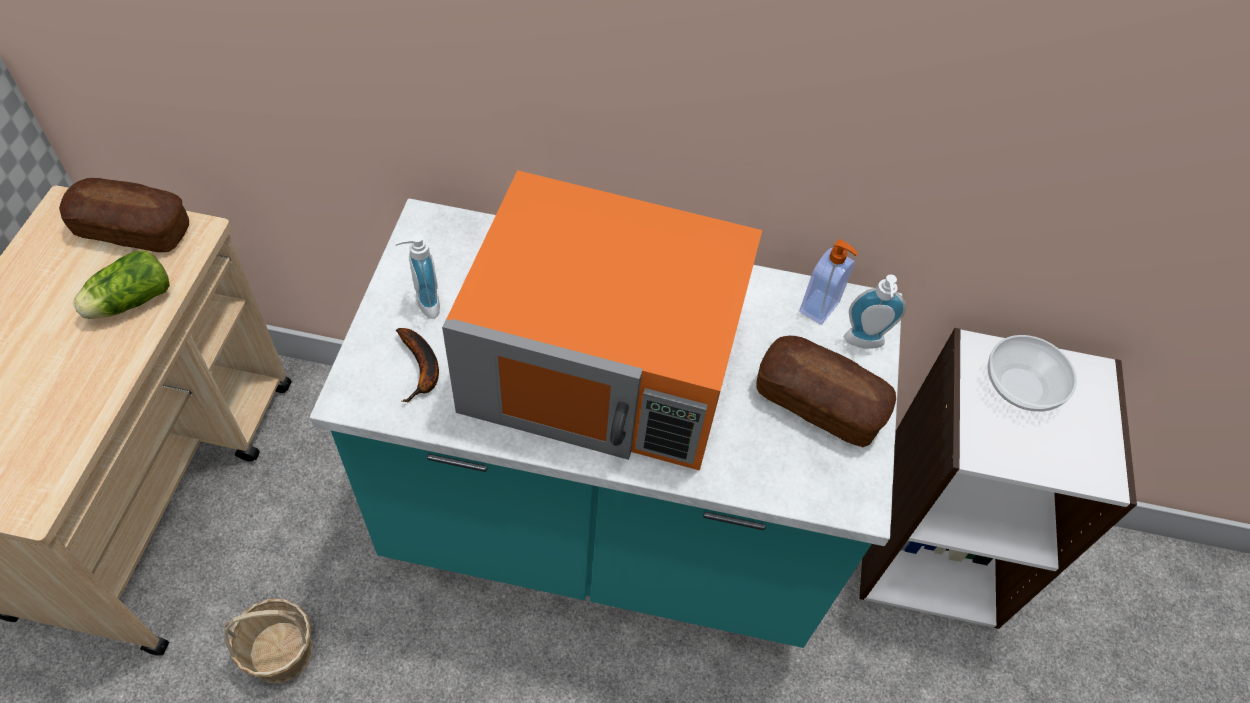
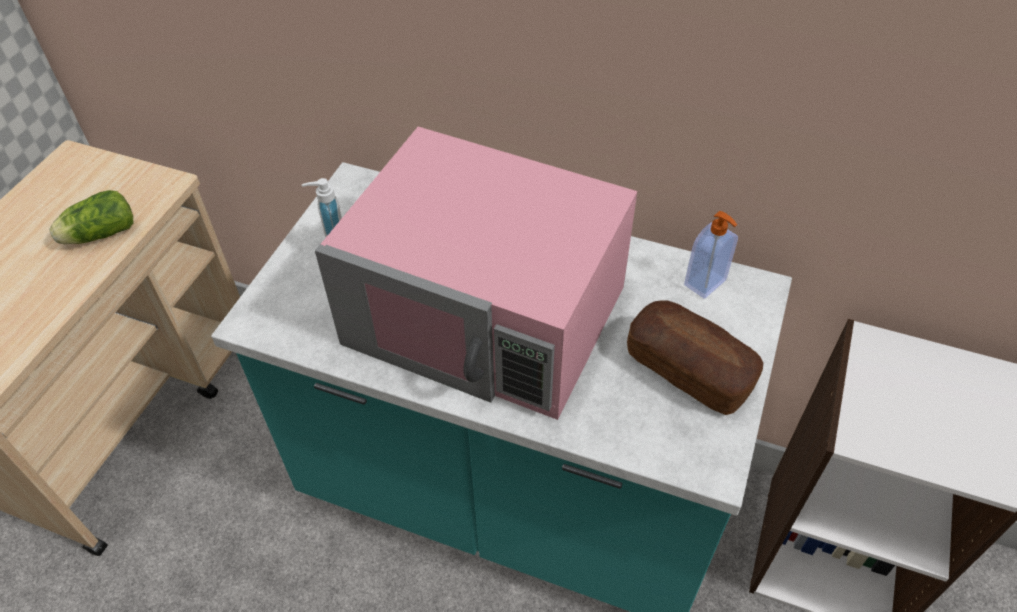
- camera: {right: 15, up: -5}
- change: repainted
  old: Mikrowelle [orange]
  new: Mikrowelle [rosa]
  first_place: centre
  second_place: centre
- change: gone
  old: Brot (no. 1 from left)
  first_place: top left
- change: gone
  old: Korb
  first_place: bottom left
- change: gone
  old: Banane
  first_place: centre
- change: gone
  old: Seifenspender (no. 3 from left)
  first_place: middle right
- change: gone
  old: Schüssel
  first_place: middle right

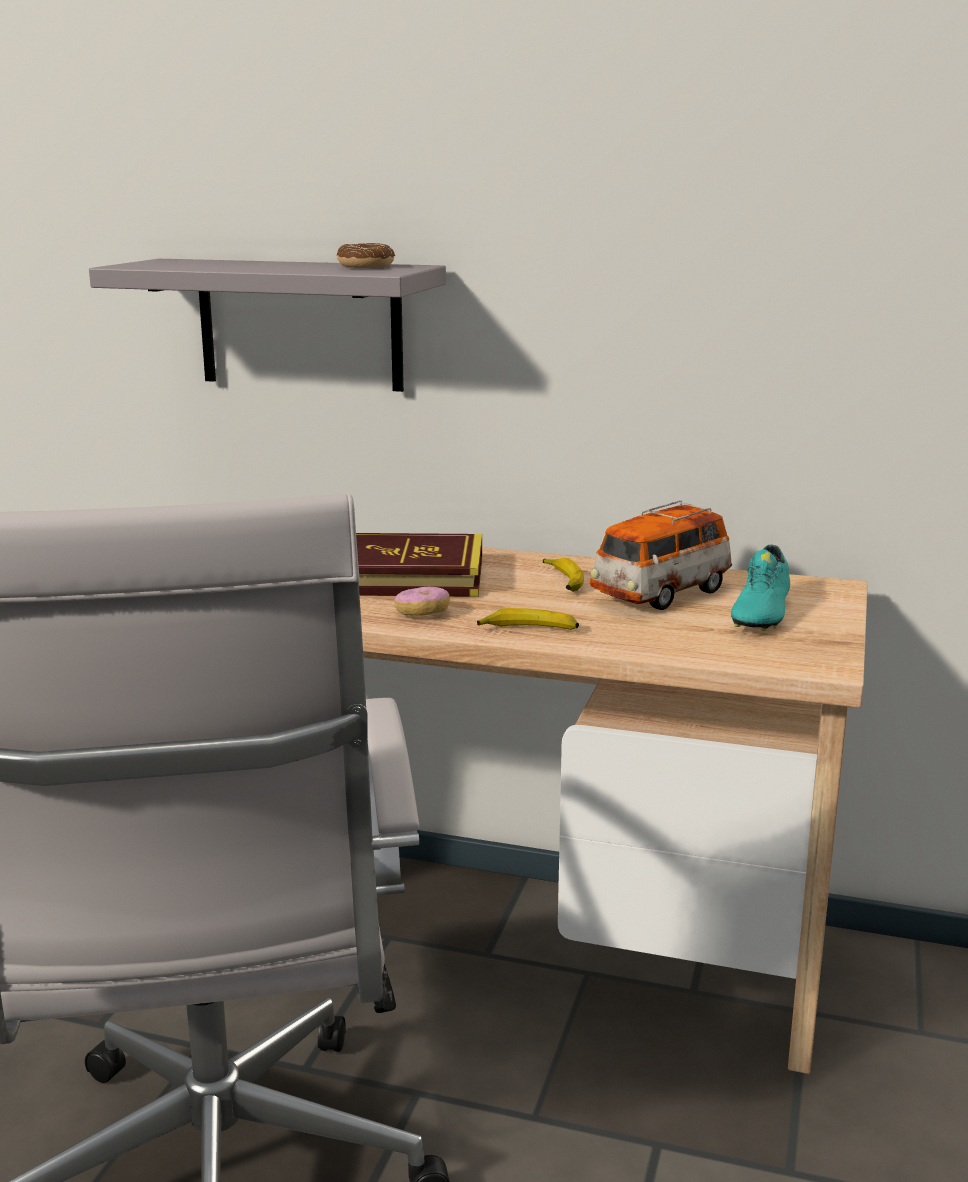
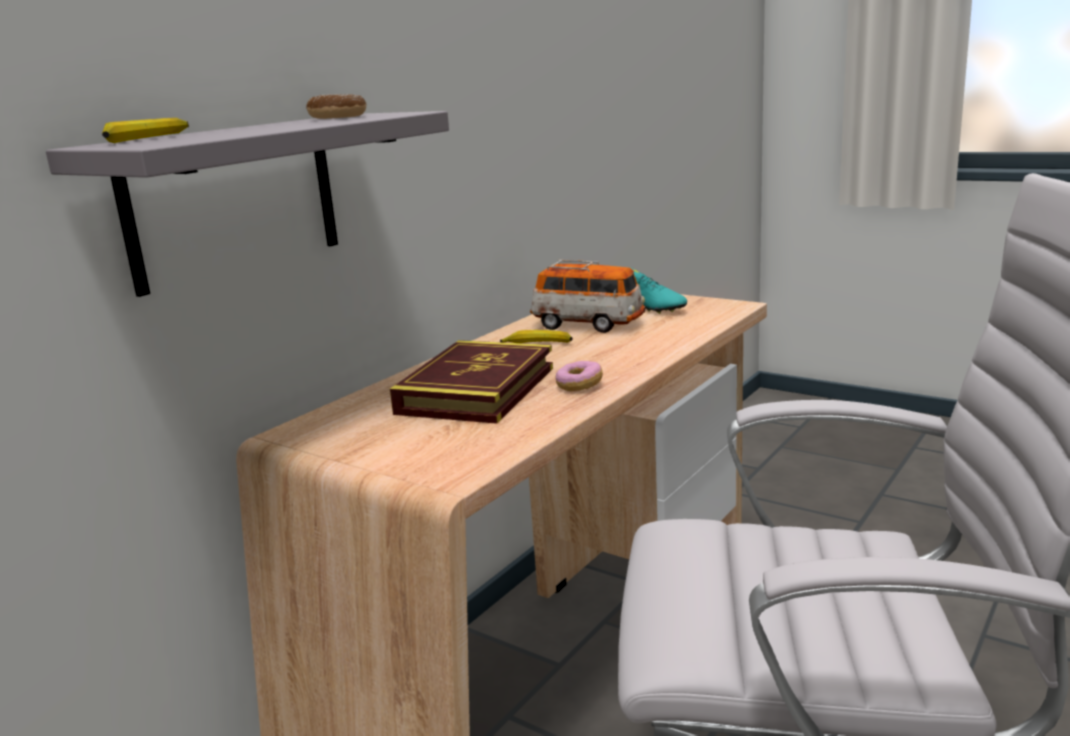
- camera: {right: -70, up: 0}
- change: shifted
  old: Banane (no. 1 from left)
  first_place: centre
  second_place: top left
- change: rotated
  old: Spielzeugauto
  first_place: middle right
  second_place: centre
  degrees: -45

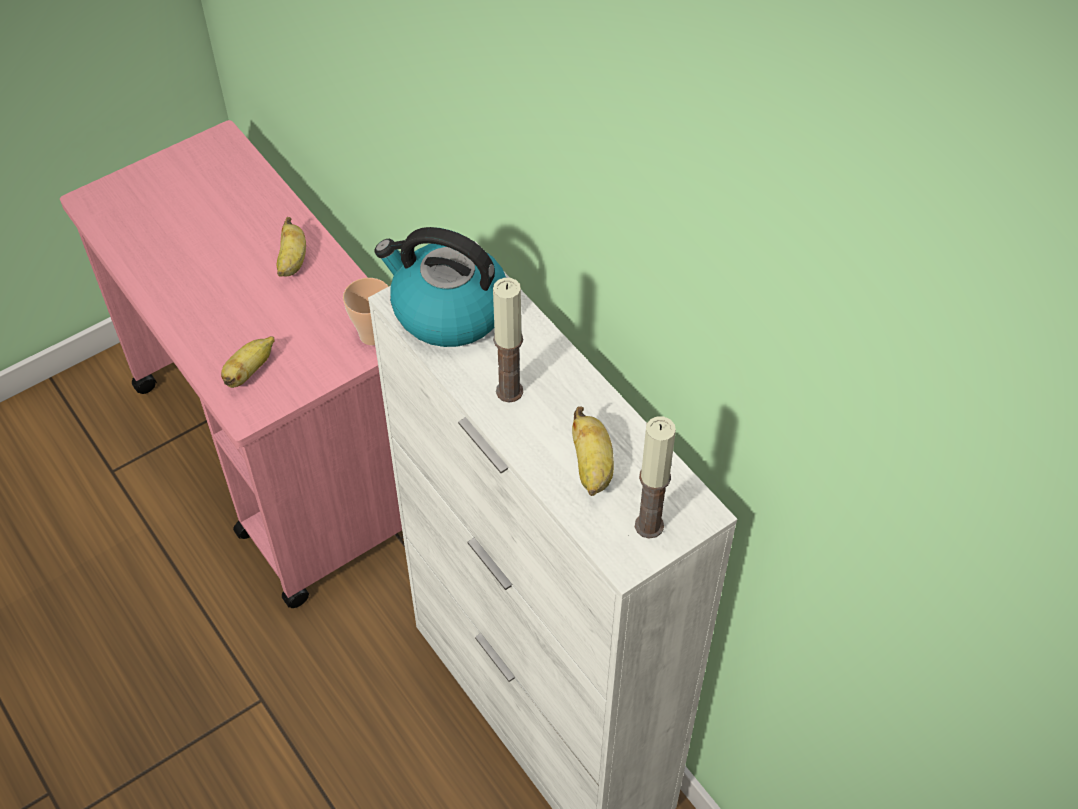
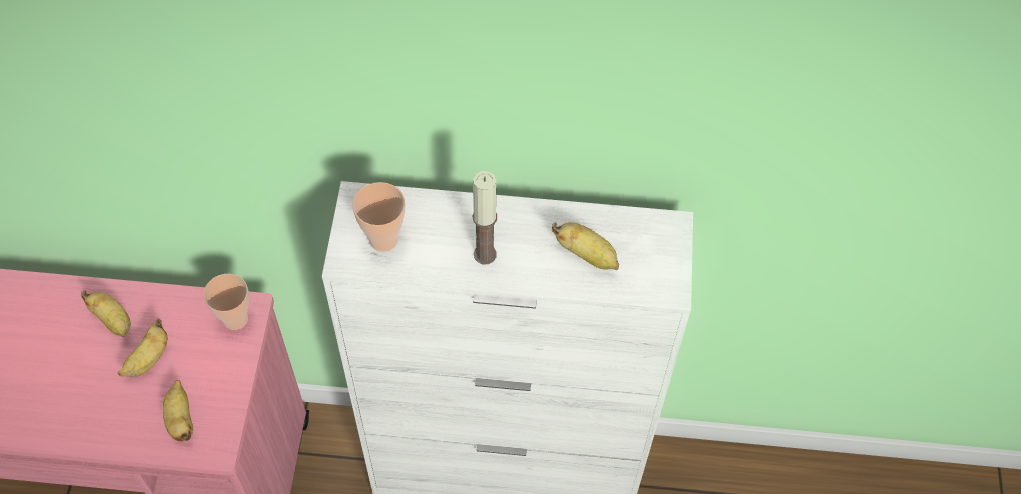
- camera: {right: -50, up: 5}
- change: new
  new: Banane (no. 2 from left)
  second_place: bottom left
- change: swapped
  old: Wasserkessel
  new: Tasse (no. 2 from left)
  first_place: centre
  second_place: centre
- change: gone
  old: Kerze (no. 2 from left)
  first_place: centre

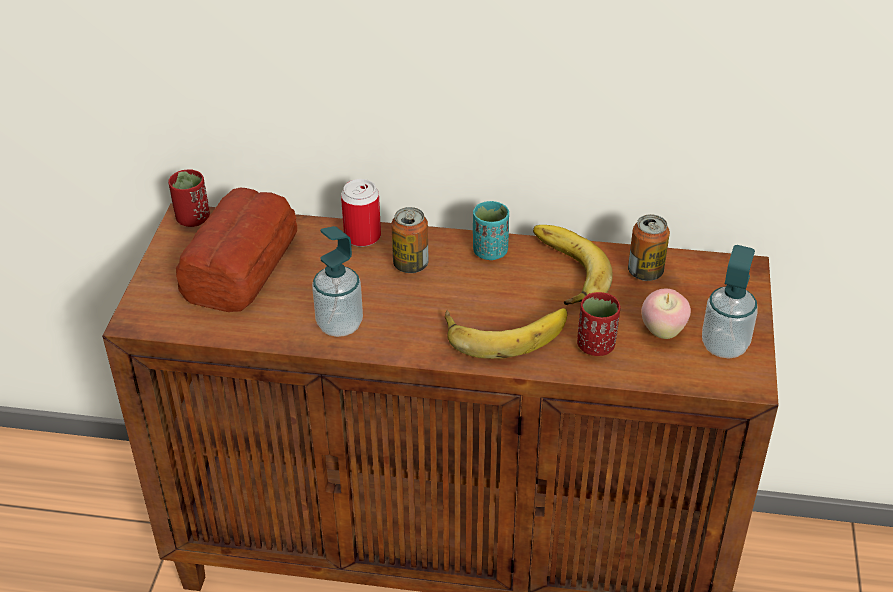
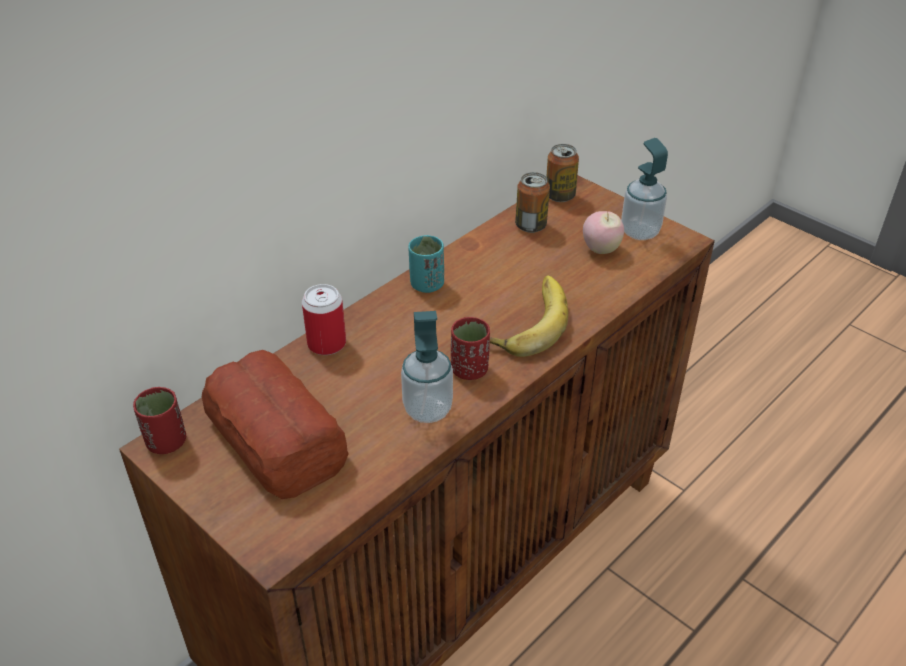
- camera: {right: -55, up: 0}
- change: shifted
  old: Tasse [rot] (no. 2 from left)
  first_place: middle right
  second_place: centre
- change: shifted
  old: Dose (no. 2 from left in the first image)
  new: Dose (no. 3 from left)
  first_place: centre
  second_place: top centre
- change: gone
  old: Banane (no. 2 from left)
  first_place: centre

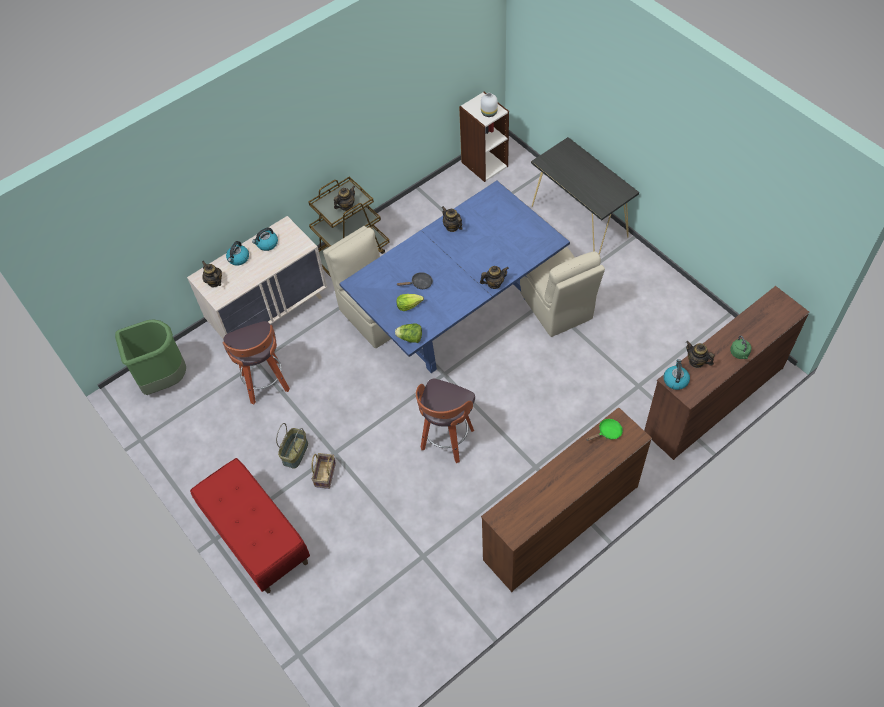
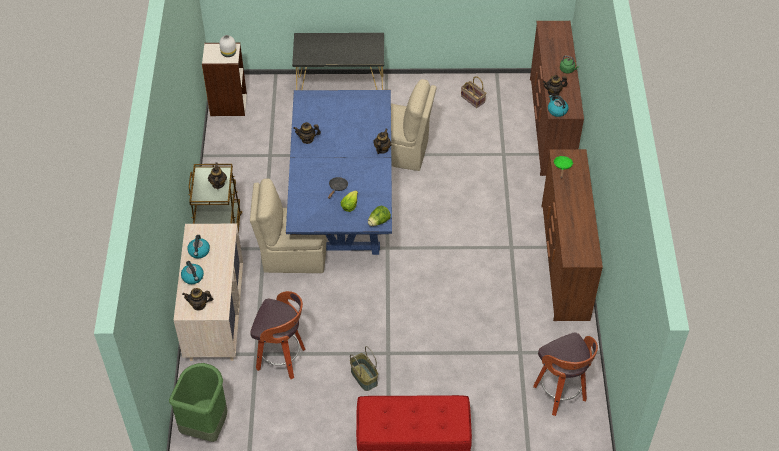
- camera: {right: -55, up: -5}
- change: shifted
  old: Korb (no. 2 from left)
  first_place: centre
  second_place: top centre
- change: shifted
  old: Hocker (no. 2 from left)
  first_place: centre
  second_place: bottom right

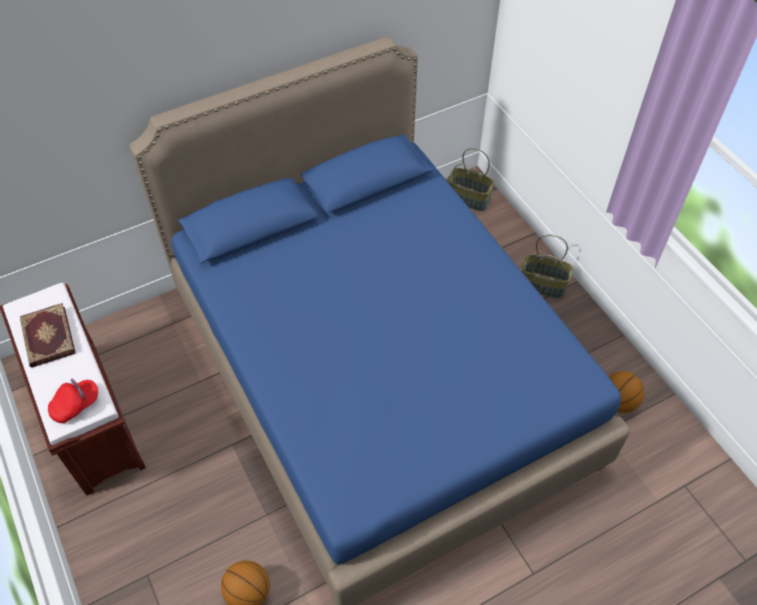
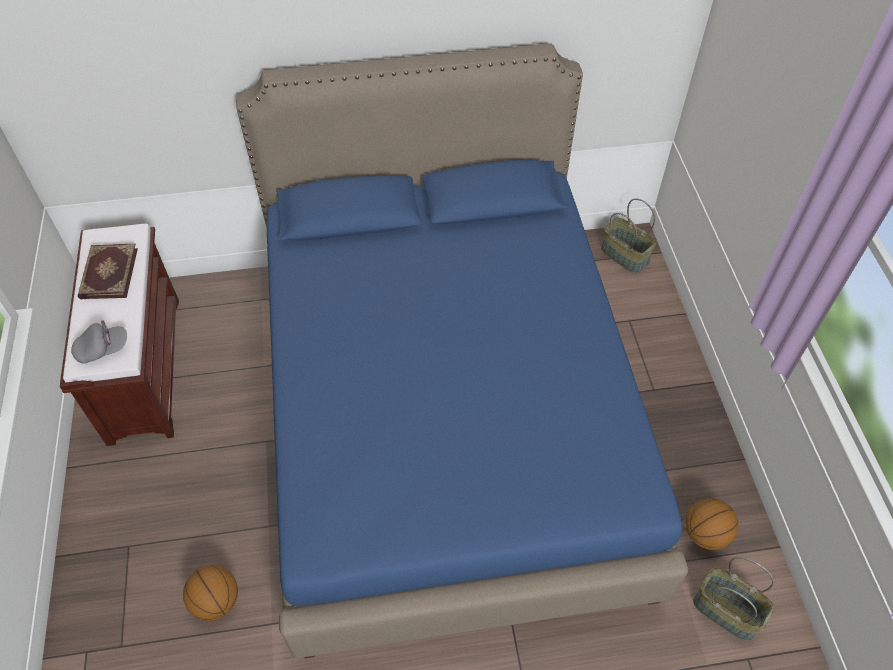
- camera: {right: 20, up: 0}
- change: repainted
  old: Kappe [rot]
  new: Kappe [grau]
  first_place: middle left
  second_place: middle left
- change: shifted
  old: Korb (no. 2 from left)
  first_place: middle right
  second_place: bottom right

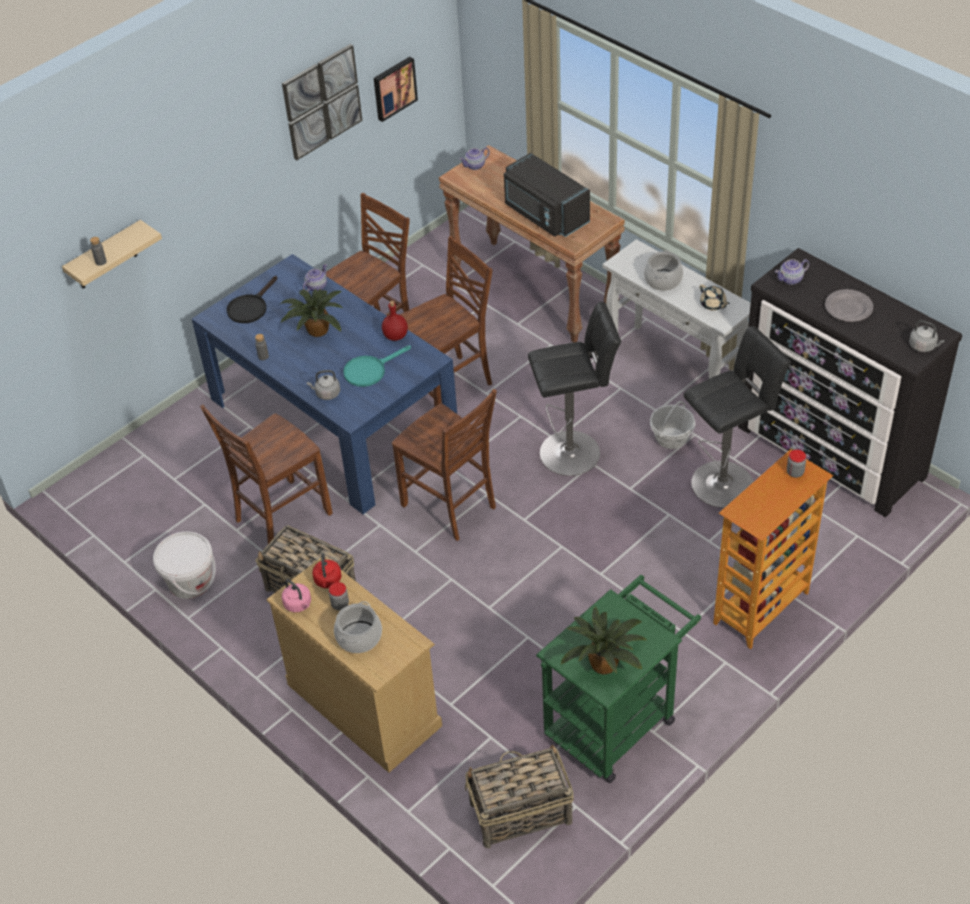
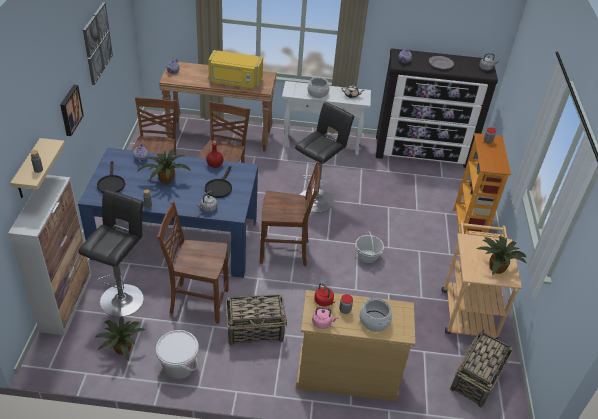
- camera: {right: -45, up: -5}
- change: new
  new: Schrank
  second_place: middle left
- change: shifted
  old: Bild (no. 2 from left in the first image)
  new: Bild (no. 1 from left)
  first_place: top centre
  second_place: top left
- change: shifted
  old: Hocker [schwarz] (no. 2 from left in the first image)
  new: Hocker [schwarz] (no. 1 from left)
  first_place: middle right
  second_place: middle left
- change: new
  new: Topfpflanze (no. 1 from left)
  second_place: bottom left
- change: rotated
  old: Stuhl [braun] (no. 1 from left in the first image)
  first_place: middle left
  second_place: middle left
  degrees: 90
- change: repainted
  old: Pfanne [türkis]
  new: Pfanne [schwarz] (no. 2 from left)
  first_place: centre
  second_place: centre
- change: repainted
  old: Mikrowelle [schwarz]
  new: Mikrowelle [gelb]
  first_place: top centre
  second_place: top centre
- change: shifted
  old: Korb (no. 3 from left in the first image)
  new: Korb (no. 2 from left)
  first_place: middle right
  second_place: centre
- change: repainted
  old: Rollwagen [grün]
  new: Rollwagen [beige]
  first_place: bottom centre
  second_place: bottom right

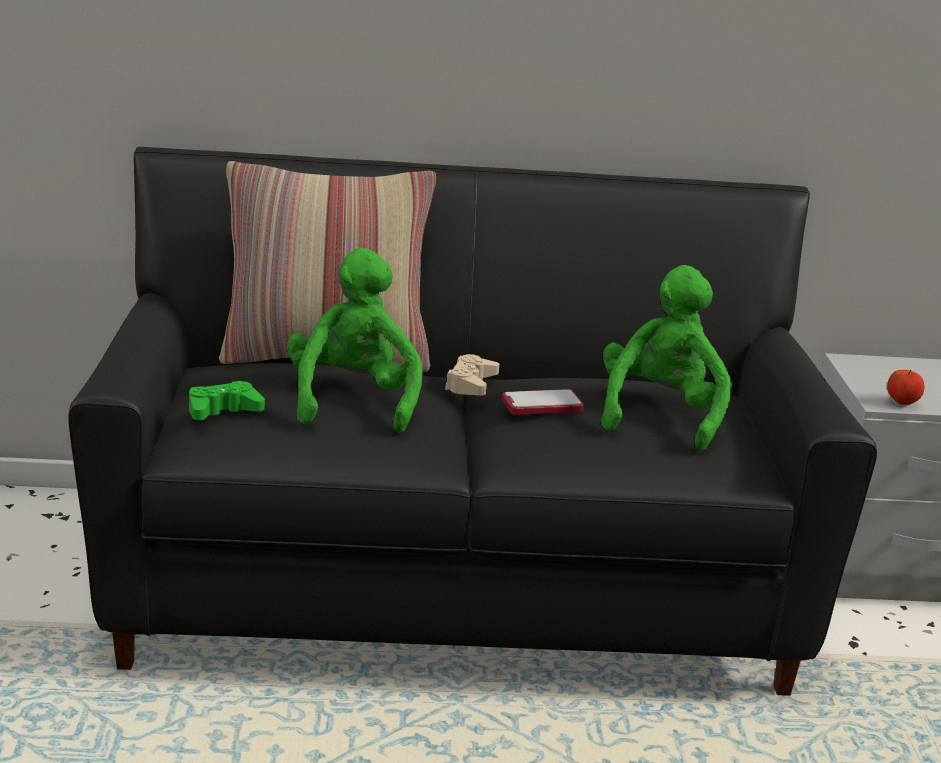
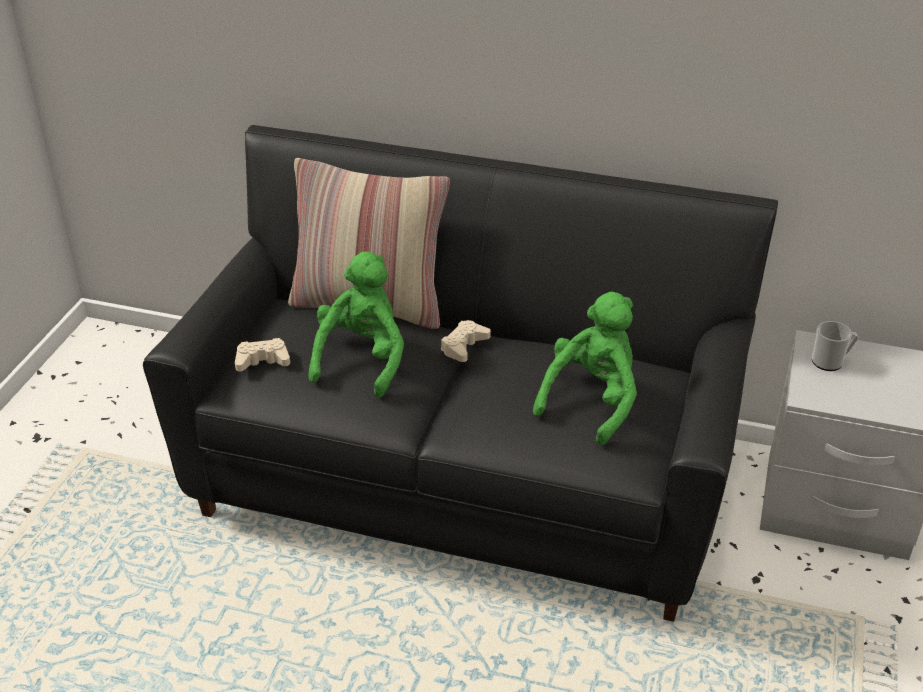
- camera: {right: 20, up: 15}
- change: repainted
  old: Gamepad [grün]
  new: Gamepad [beige] (no. 1 from left)
  first_place: middle left
  second_place: middle left
- change: new
  new: Henkelbecher
  second_place: middle right
- change: gone
  old: Handy
  first_place: centre
- change: gone
  old: Apfel
  first_place: middle right

